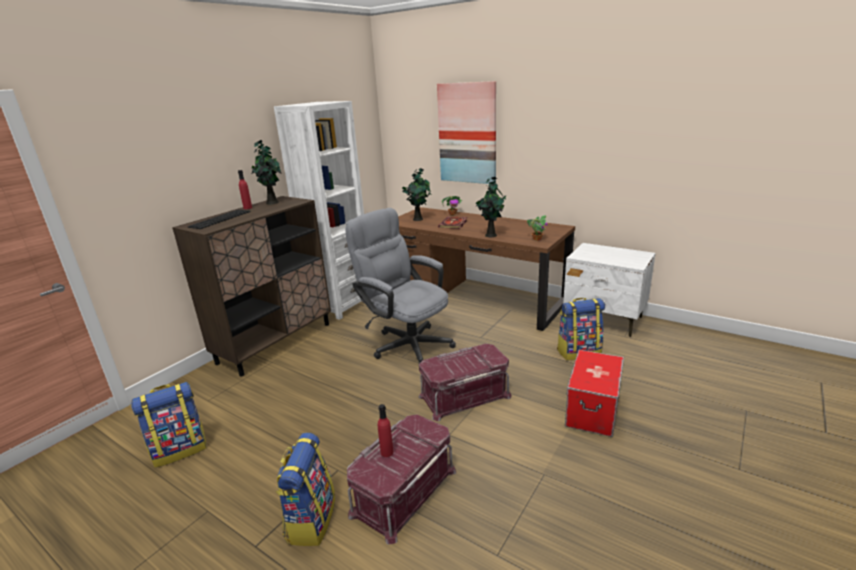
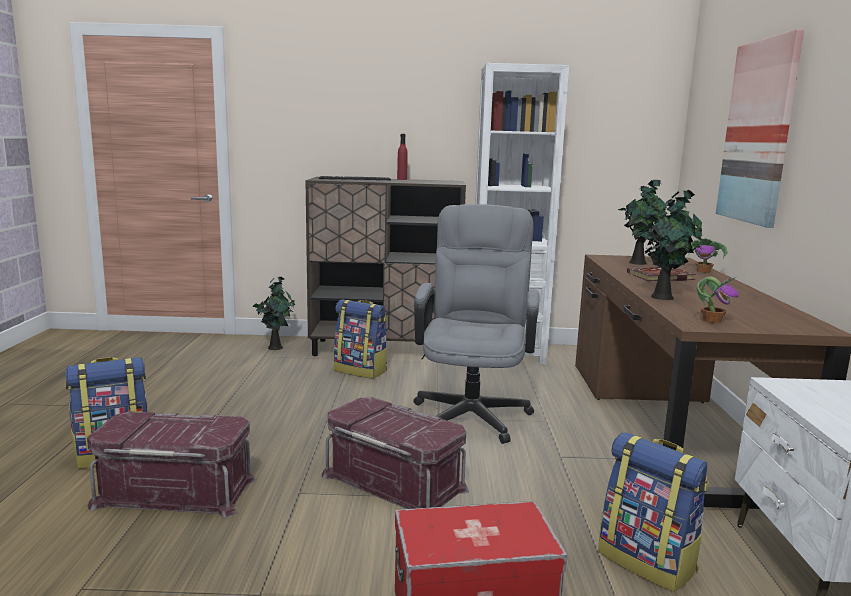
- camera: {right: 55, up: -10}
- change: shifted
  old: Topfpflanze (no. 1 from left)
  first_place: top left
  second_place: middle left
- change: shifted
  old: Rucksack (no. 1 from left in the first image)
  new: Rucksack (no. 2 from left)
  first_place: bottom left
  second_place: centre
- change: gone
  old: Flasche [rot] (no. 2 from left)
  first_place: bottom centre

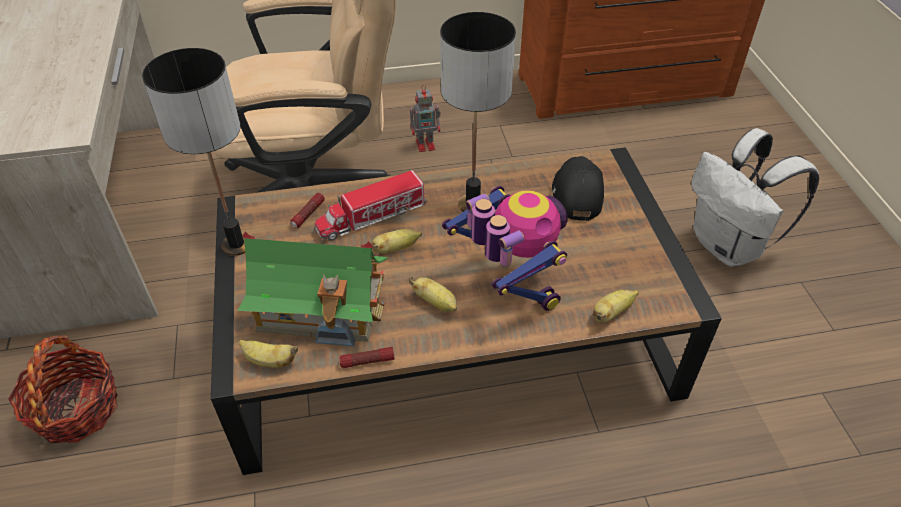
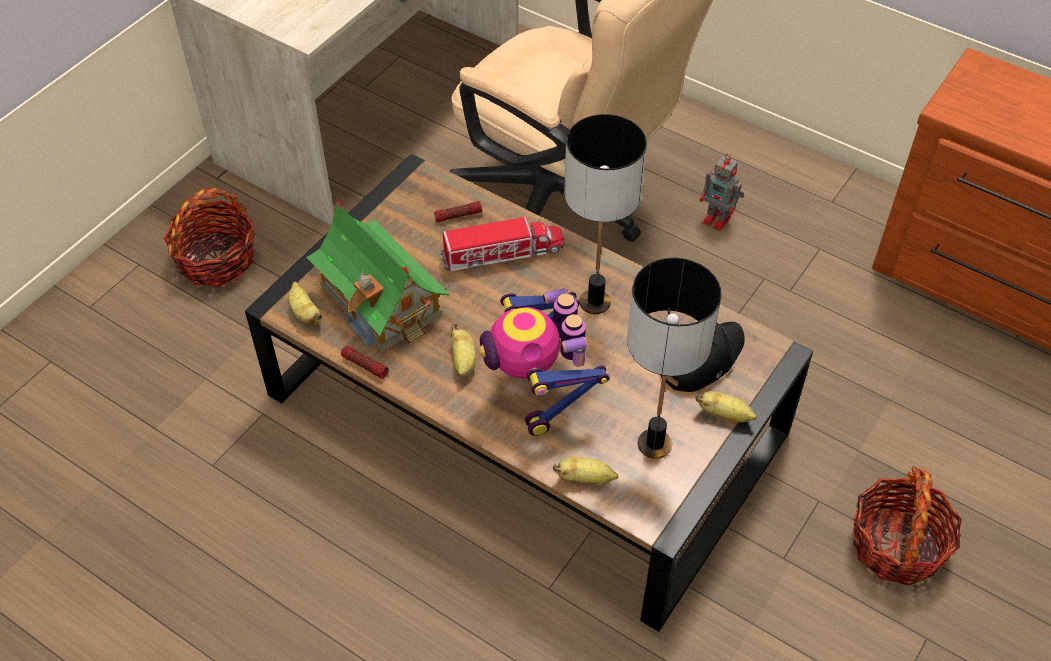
- camera: {right: 45, up: 5}
- change: rotated
  old: Spielzeuglaster
  first_place: centre
  second_place: centre
  degrees: 150
- change: rotated
  old: Spielzeugroboter (no. 2 from left in the first image)
  first_place: centre
  second_place: centre
  degrees: 150
- change: shifted
  old: Tischlampe (no. 1 from left in the first image)
  new: Tischlampe (no. 2 from left)
  first_place: top left
  second_place: centre
- change: shifted
  old: Banane (no. 2 from left in the first image)
  new: Banane (no. 4 from left)
  first_place: centre
  second_place: middle right
- change: swapped
  old: Rucksack [weiß]
  new: Korb (no. 2 from left)
  first_place: middle right
  second_place: bottom right

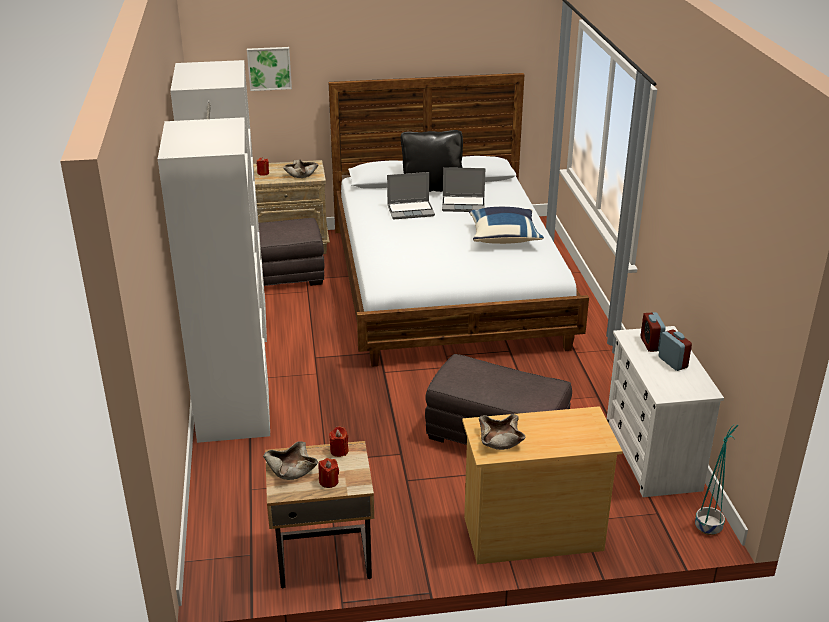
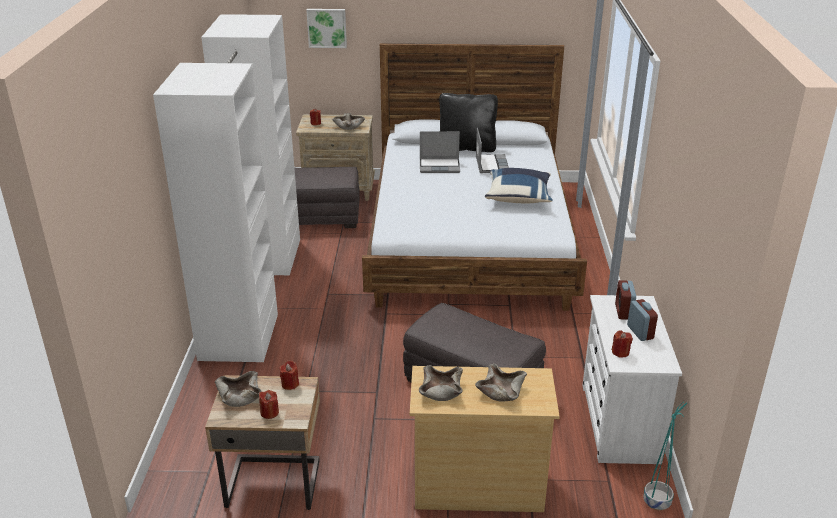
- camera: {right: 10, up: 0}
- change: new
  new: Schüssel [beige] (no. 4 from left)
  second_place: bottom centre
- change: rotated
  old: Laptop (no. 2 from left)
  first_place: top centre
  second_place: top centre
  degrees: -105
- change: new
  new: Kerze [rot] (no. 4 from left)
  second_place: middle right

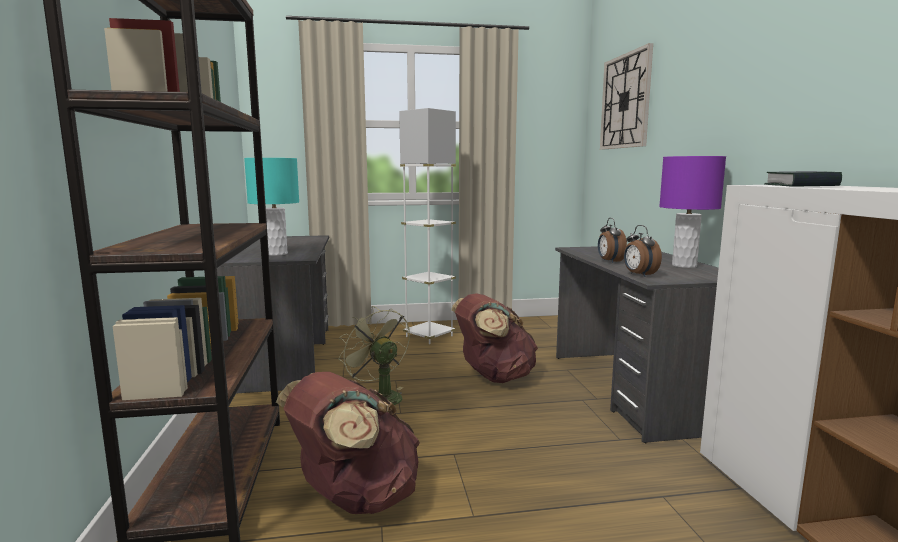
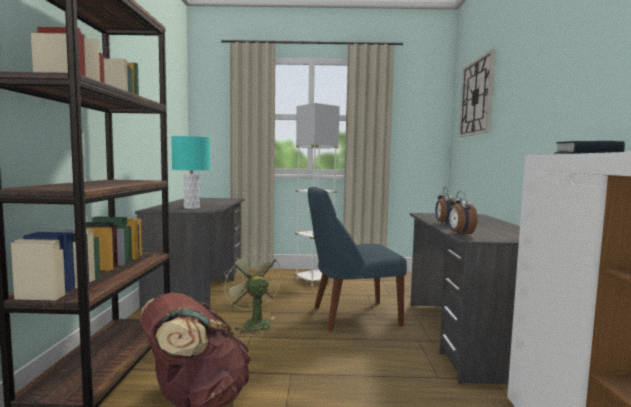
- camera: {right: 10, up: -5}
- change: swapped
  old: Rucksack [braun] (no. 2 from left)
  new: Stuhl [blau]
  first_place: centre
  second_place: centre
- change: gone
  old: Tischlampe [lila]
  first_place: middle right

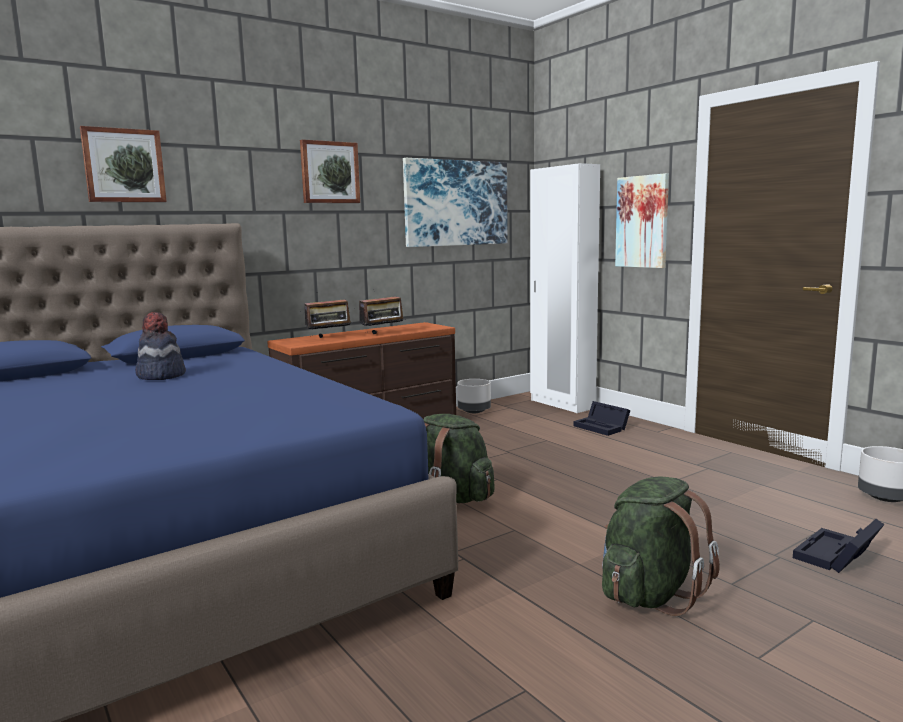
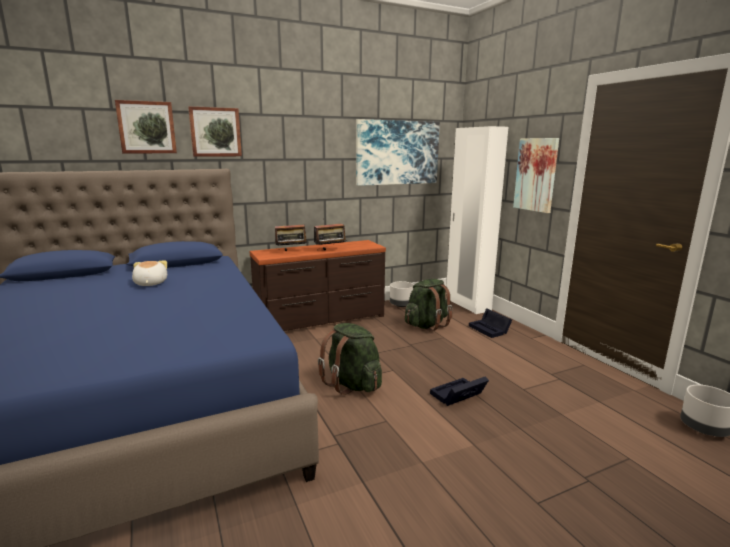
- camera: {right: 10, up: 5}
- change: swapped
  old: Hut
  new: Plüschtier
  first_place: middle left
  second_place: middle left
- change: shifted
  old: Bild (no. 2 from left)
  first_place: top centre
  second_place: top left
- change: shifted
  old: Rucksack [grün] (no. 2 from left)
  first_place: bottom right
  second_place: centre
- change: shifted
  old: Aufbewahrungsbox [schwarz] (no. 2 from left in the first image)
  new: Aufbewahrungsbox [schwarz] (no. 1 from left)
  first_place: bottom right
  second_place: bottom centre

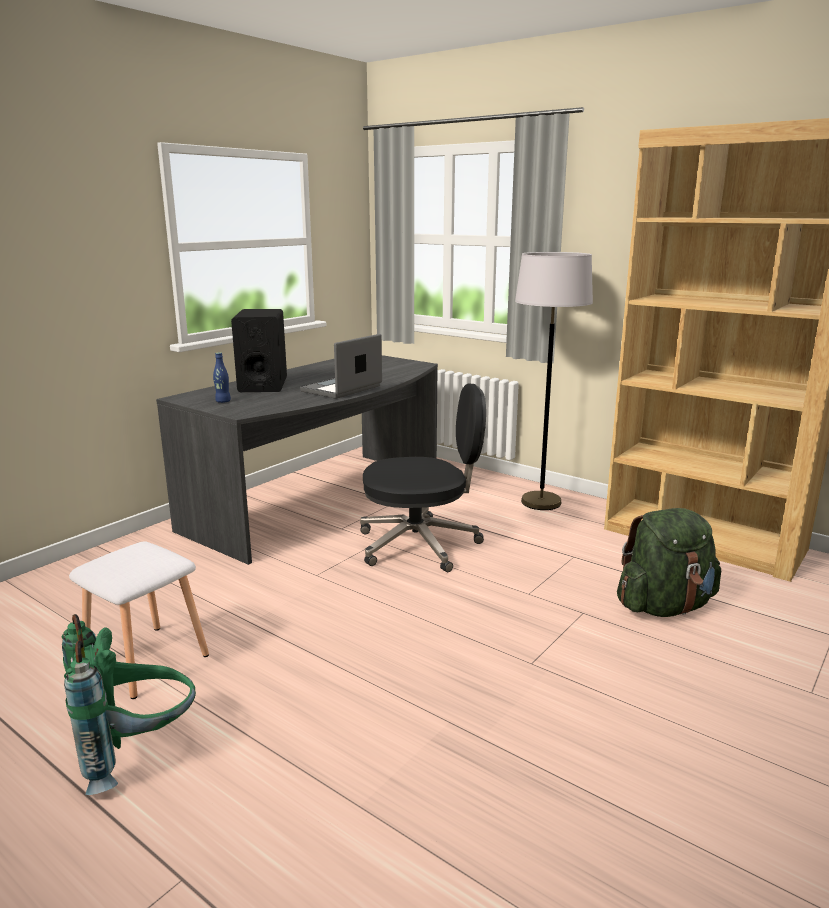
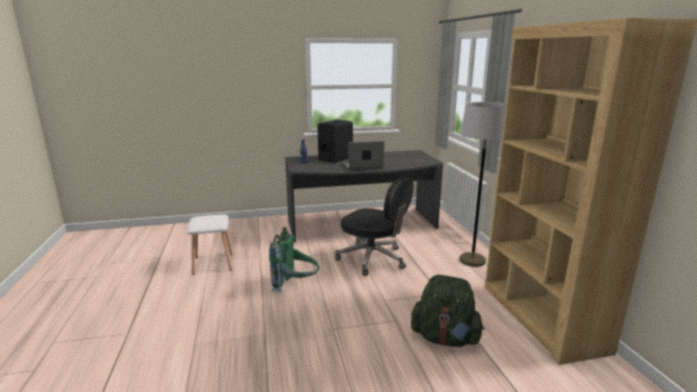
- camera: {right: 40, up: 0}
- change: shifted
  old: Rucksack [grün] (no. 1 from left)
  first_place: bottom left
  second_place: centre

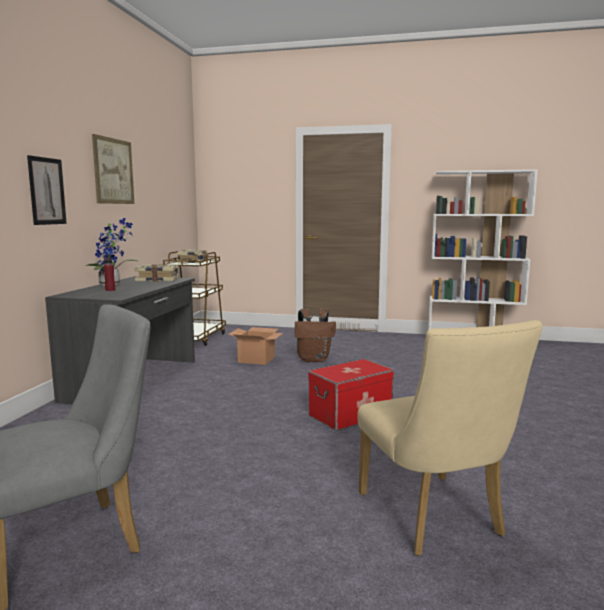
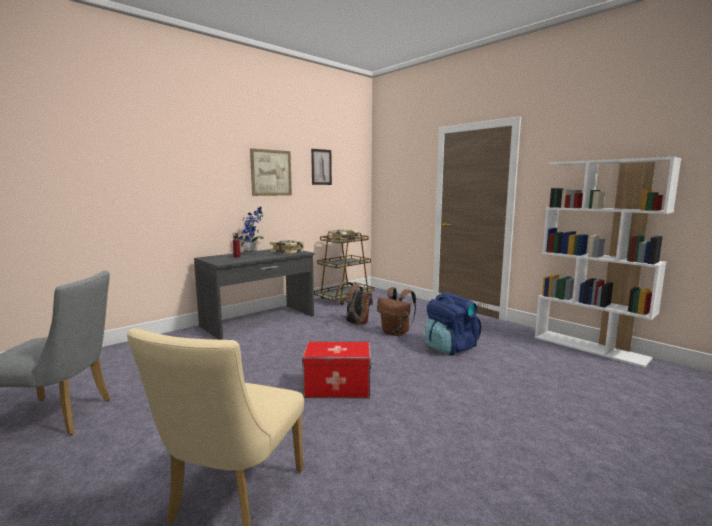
- camera: {right: 35, up: 0}
- change: shifted
  old: Bild (no. 1 from left in the first image)
  new: Bild (no. 2 from left)
  first_place: top left
  second_place: top centre
- change: swapped
  old: Karton
  new: Rucksack [braun] (no. 1 from left)
  first_place: centre
  second_place: centre
- change: new
  new: Rucksack [blau]
  second_place: centre

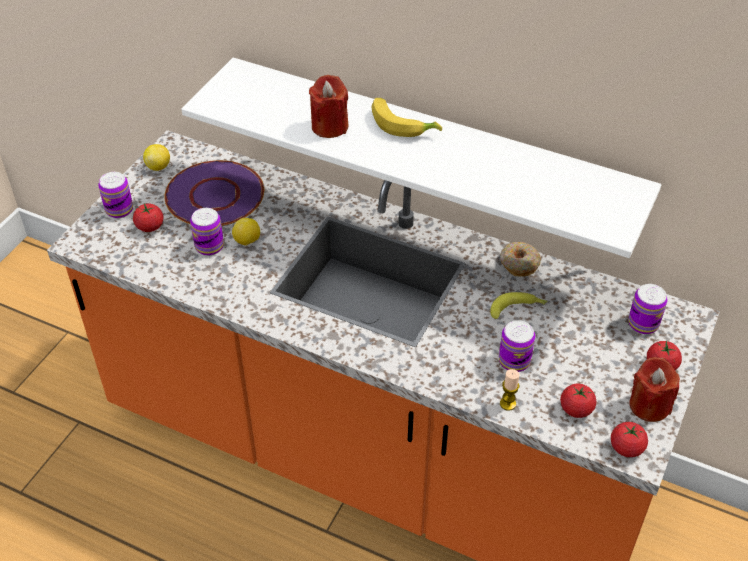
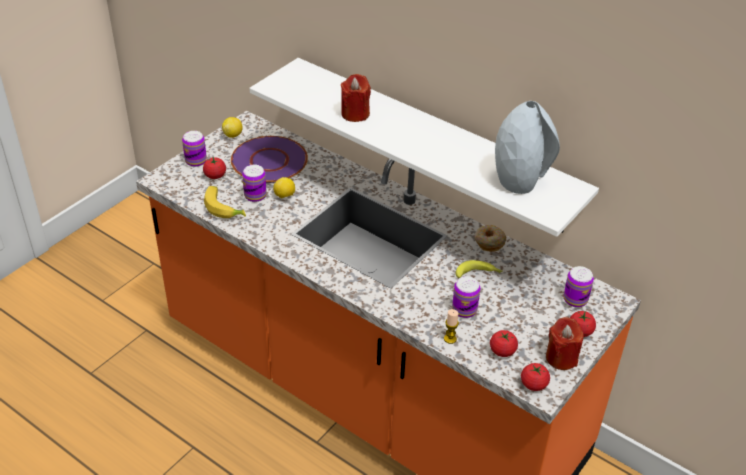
- camera: {right: 10, up: -5}
- change: shifted
  old: Banane (no. 1 from left)
  first_place: top centre
  second_place: middle left
- change: new
  new: Vase [grau]
  second_place: top right

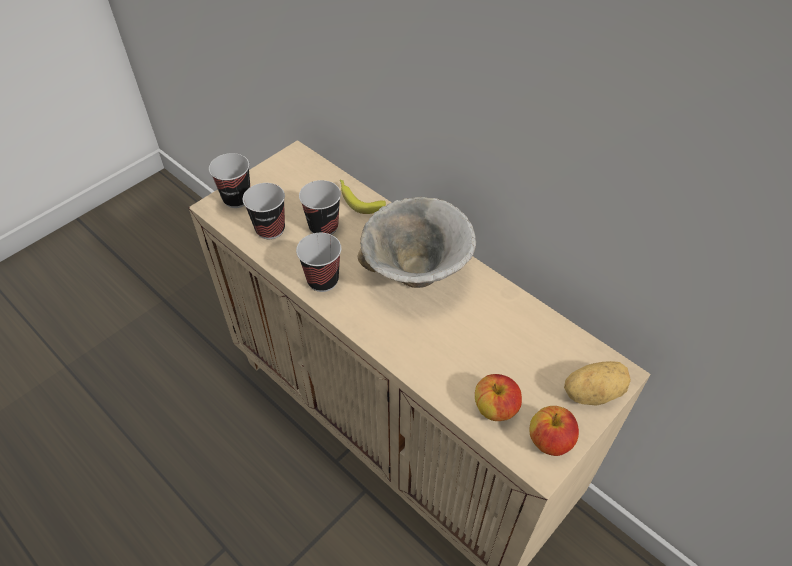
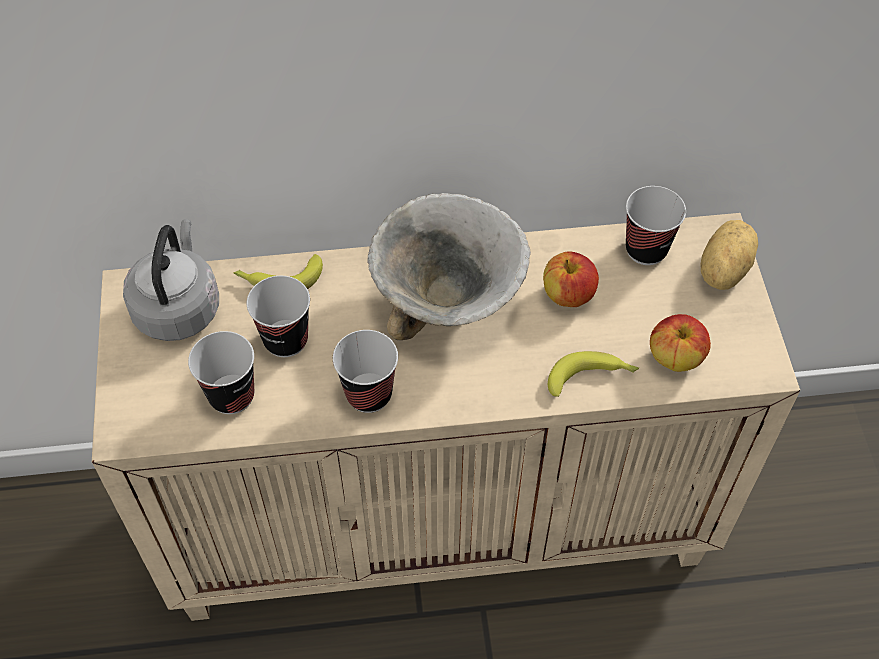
- camera: {right: -50, up: 5}
- change: new
  new: Wasserkessel [grau]
  second_place: middle left
- change: shifted
  old: Apfel (no. 2 from left in the first image)
  new: Apfel (no. 1 from left)
  first_place: bottom right
  second_place: centre
- change: new
  new: Banane (no. 2 from left)
  second_place: middle right
- change: shifted
  old: Tasse (no. 1 from left in the first image)
  new: Tasse (no. 4 from left)
  first_place: top left
  second_place: middle right

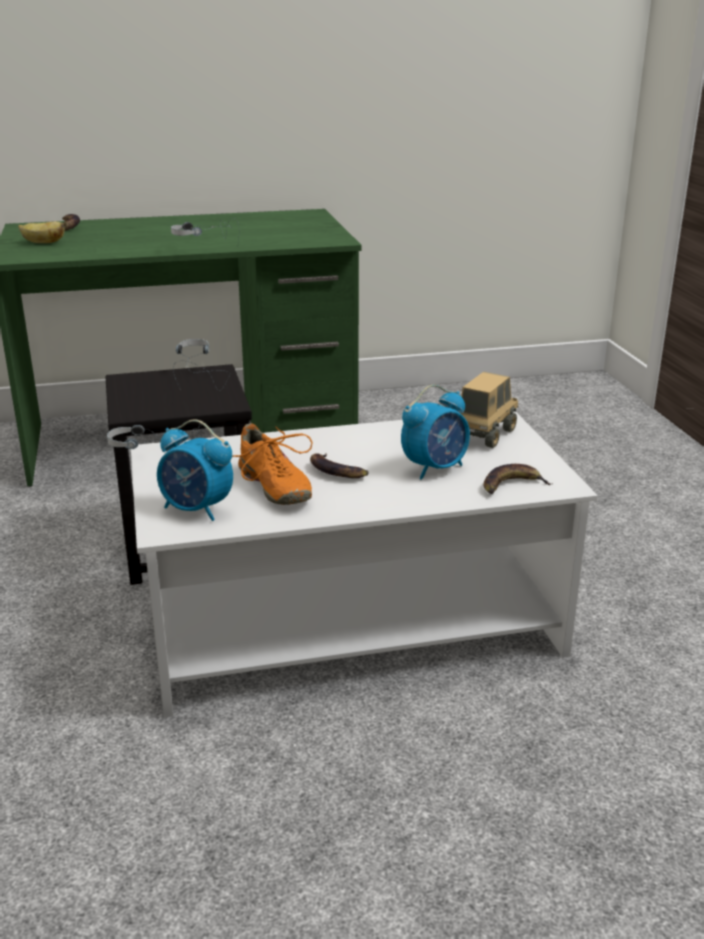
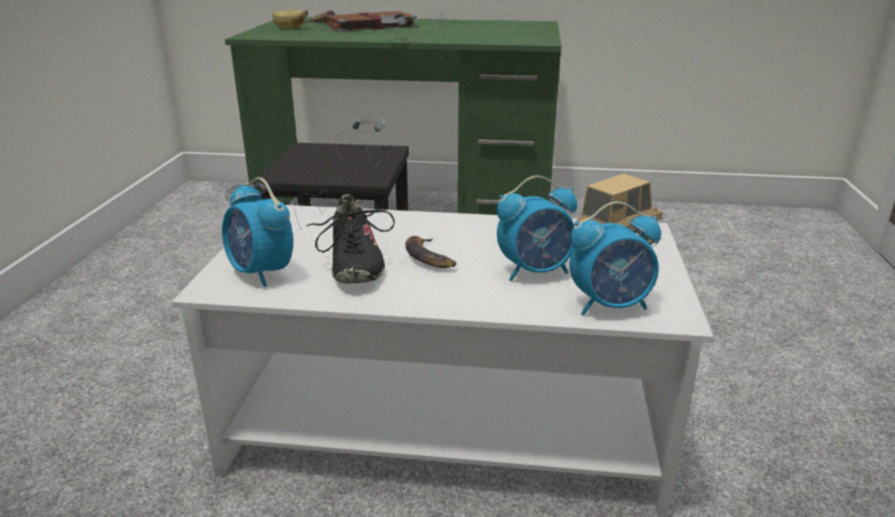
- camera: {right: 20, up: 0}
- change: repainted
  old: Schuh [orange]
  new: Schuh [schwarz]
  first_place: centre
  second_place: centre
- change: new
  new: Buch [braun]
  second_place: top centre
- change: swapped
  old: Banane (no. 4 from left)
  new: Wecker (no. 3 from left)
  first_place: middle right
  second_place: middle right

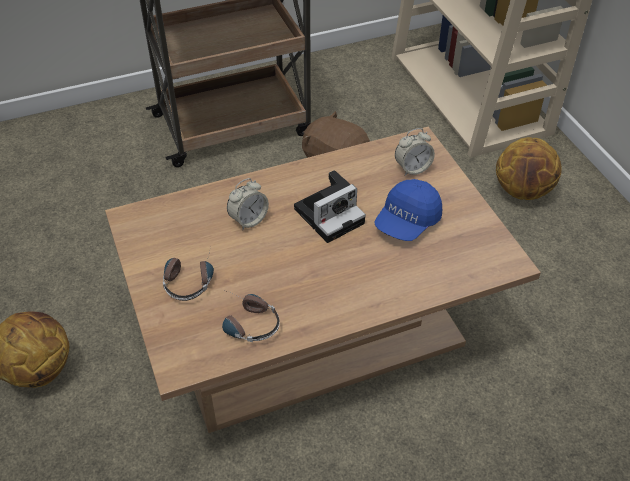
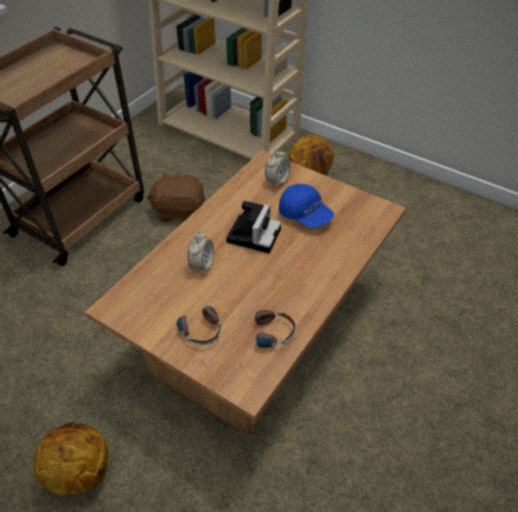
- camera: {right: -35, up: 0}
- change: rotated
  old: Kappe [blau]
  first_place: centre
  second_place: centre
  degrees: -45

